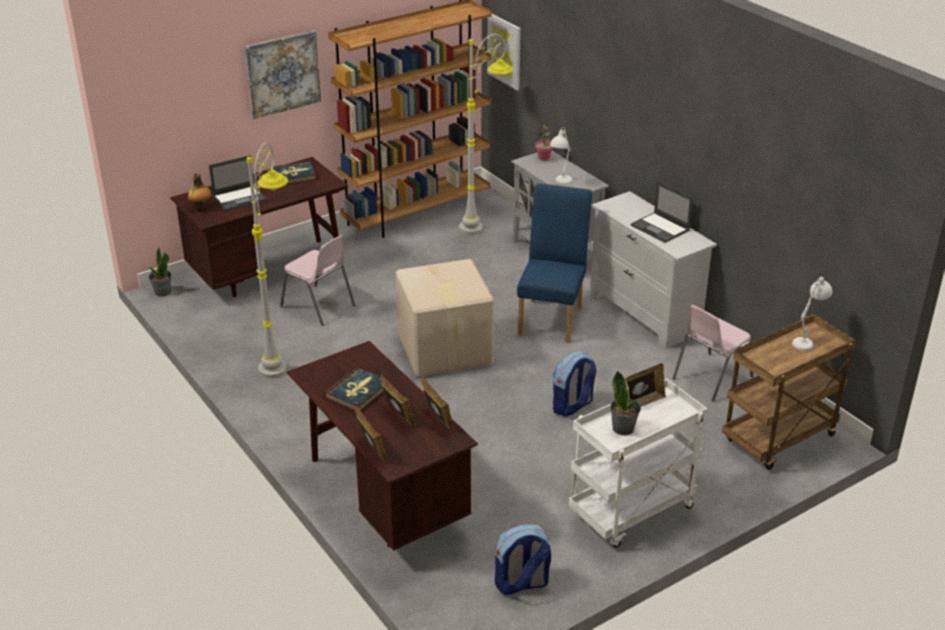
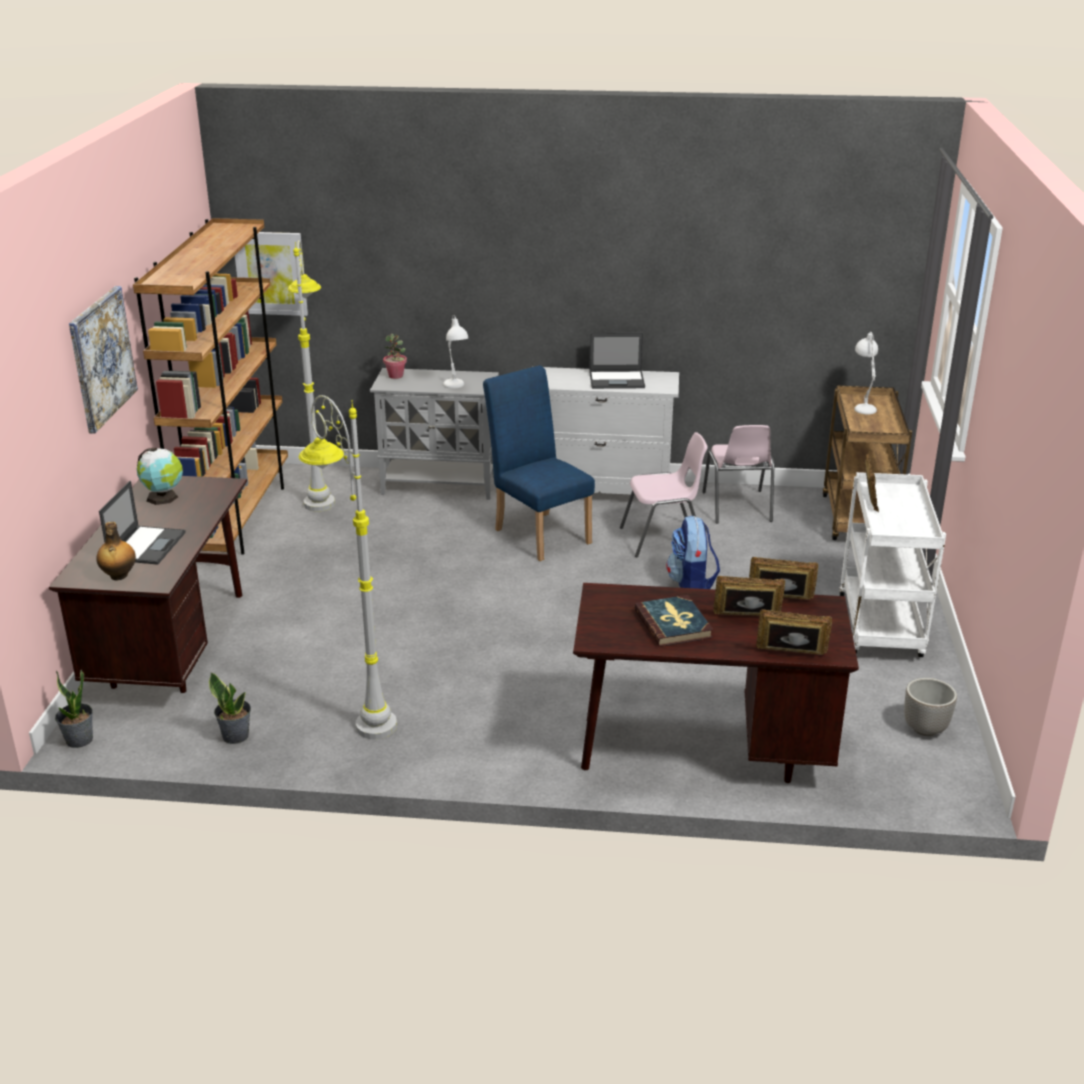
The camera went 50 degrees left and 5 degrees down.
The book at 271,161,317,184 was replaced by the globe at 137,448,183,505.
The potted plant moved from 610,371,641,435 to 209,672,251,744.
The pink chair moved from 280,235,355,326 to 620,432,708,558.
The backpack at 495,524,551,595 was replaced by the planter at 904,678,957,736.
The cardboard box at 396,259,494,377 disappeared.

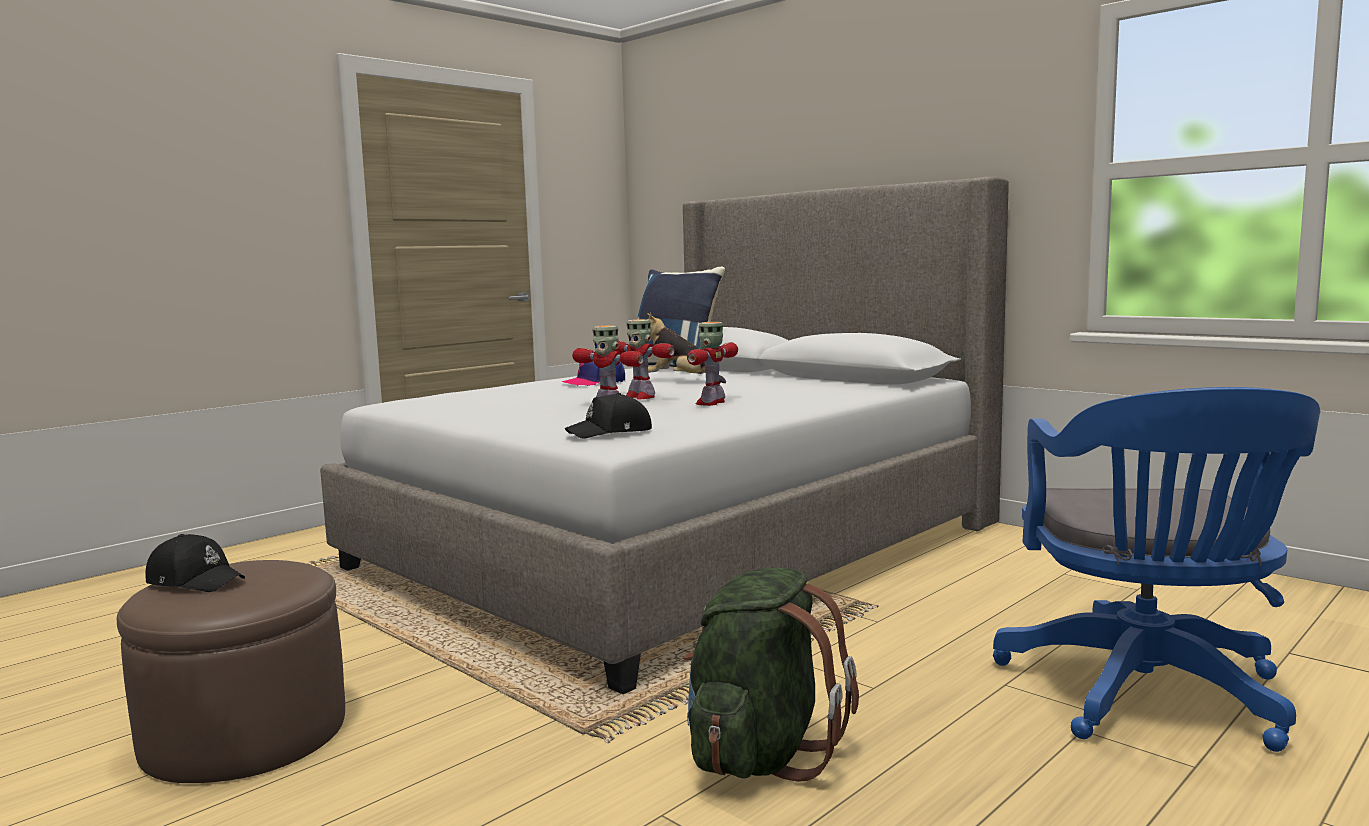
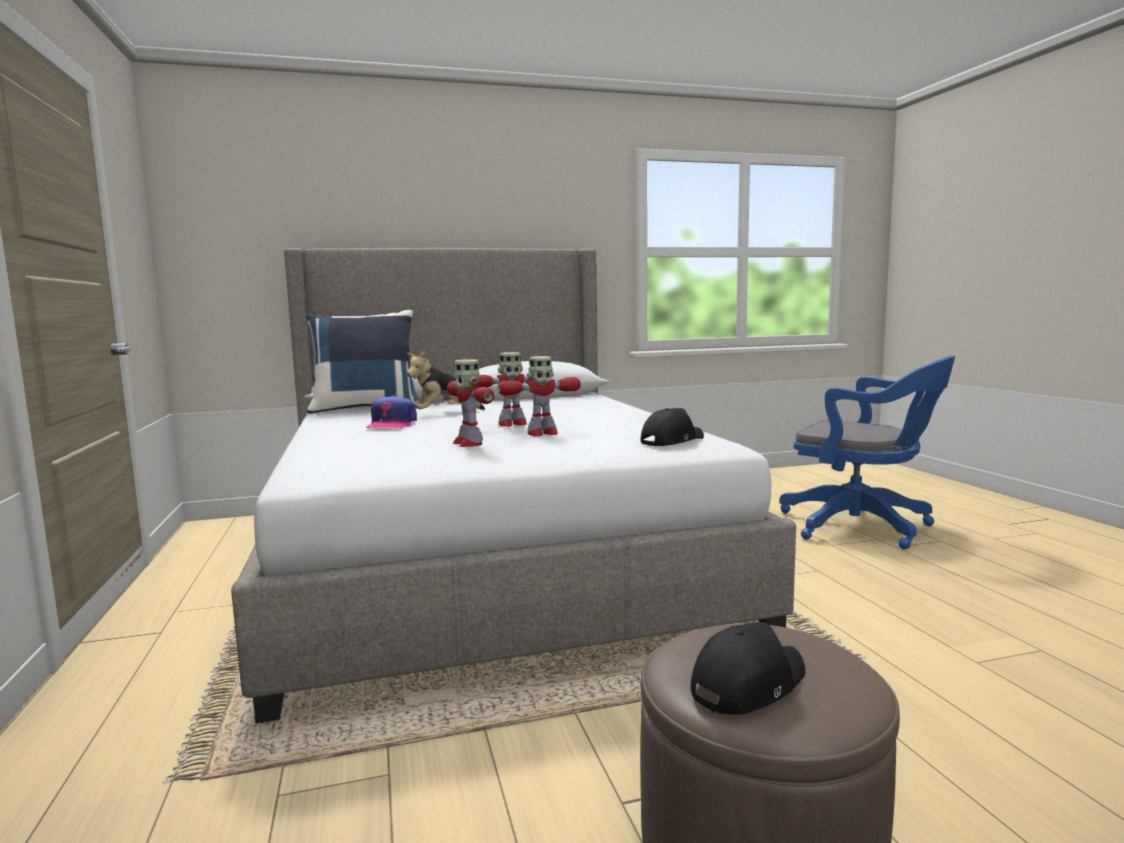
The camera went 60 degrees left and 0 degrees up.
The toy robot moved from 687,322,738,406 to 447,359,494,447.
The black cap at 565,393,652,439 turned 135 degrees counterclockwise.
The green backpack at 684,567,859,782 disappeared.

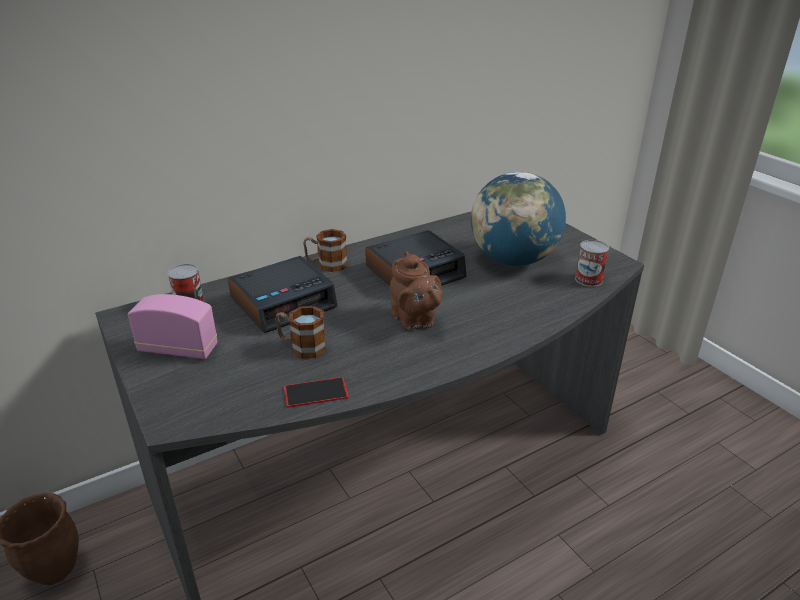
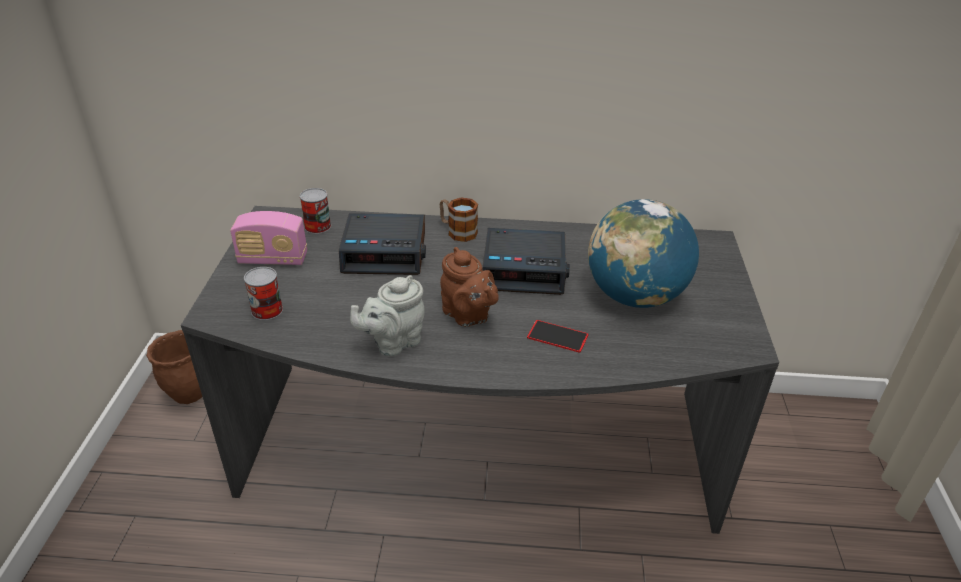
The camera went 35 degrees right and 5 degrees up.
The radio at 128,294,218,359 turned 135 degrees clockwise.
The can moved from 575,240,609,287 to 244,267,283,320.
The grey teapot at 350,275,425,356 appeared.
The brown teapot at 390,251,443,330 turned 45 degrees counterclockwise.
The phone moved from 284,377,349,407 to 527,320,589,353.
The mug at 275,306,326,359 disappeared.

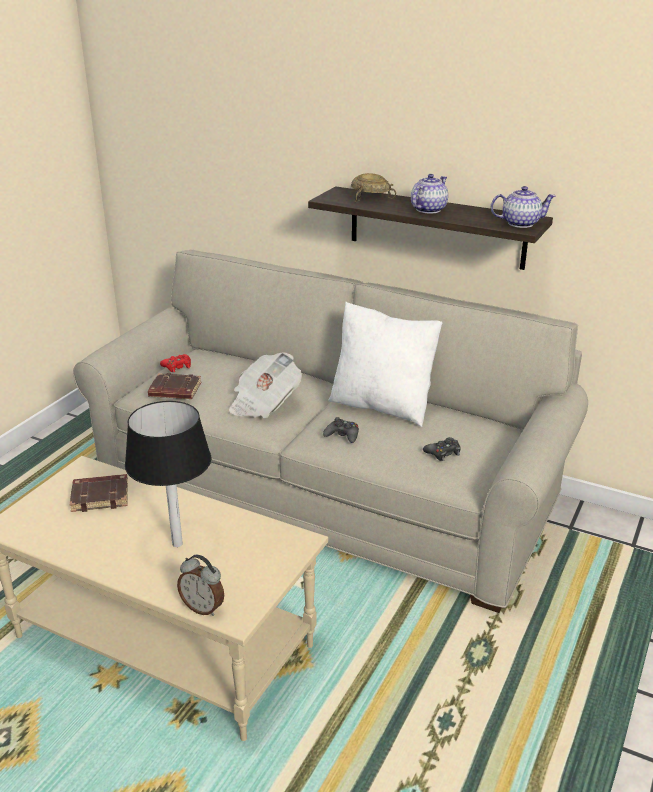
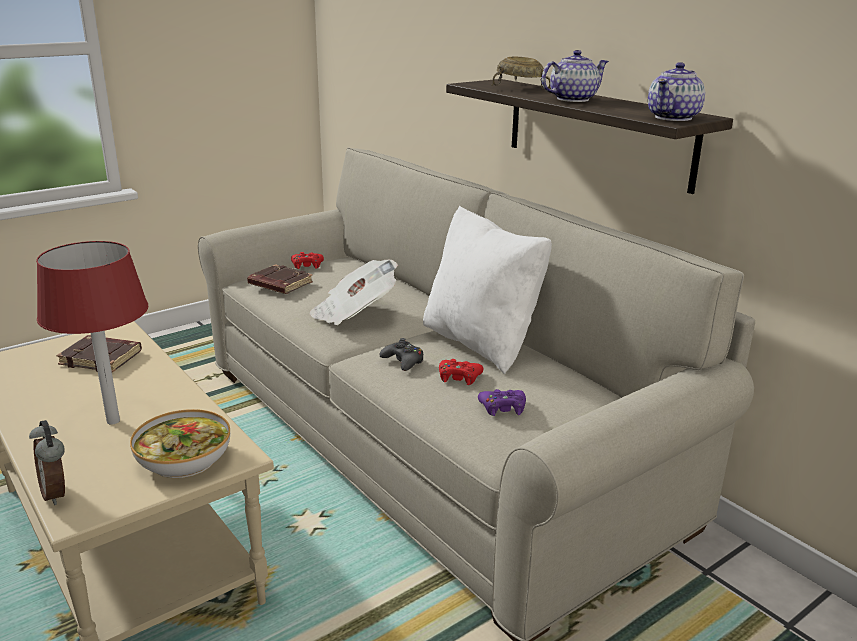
The camera went 25 degrees right and 5 degrees down.
The black table lamp at 125,401,211,547 became the red table lamp at 36,241,148,424.
The bowl at 130,409,230,478 appeared.
The red game controller at 439,359,483,385 appeared.
The black game controller at 423,437,461,461 became the purple game controller at 478,389,526,416.
The teapot at 490,186,556,228 turned 105 degrees clockwise.

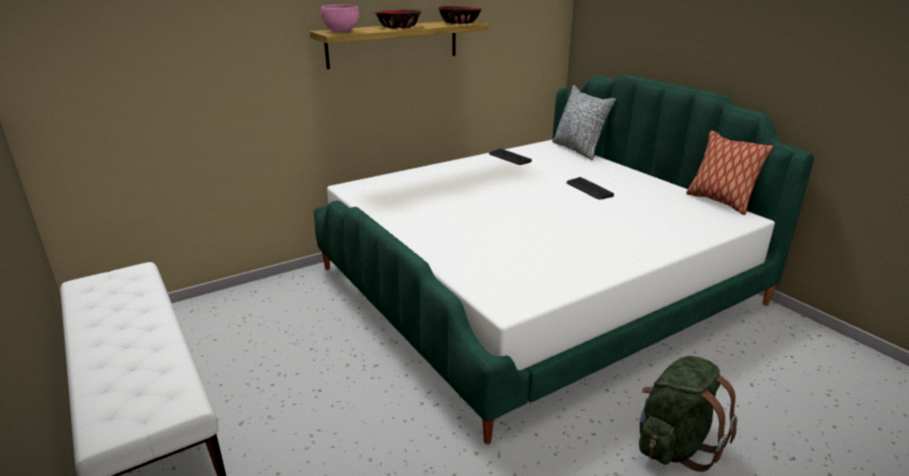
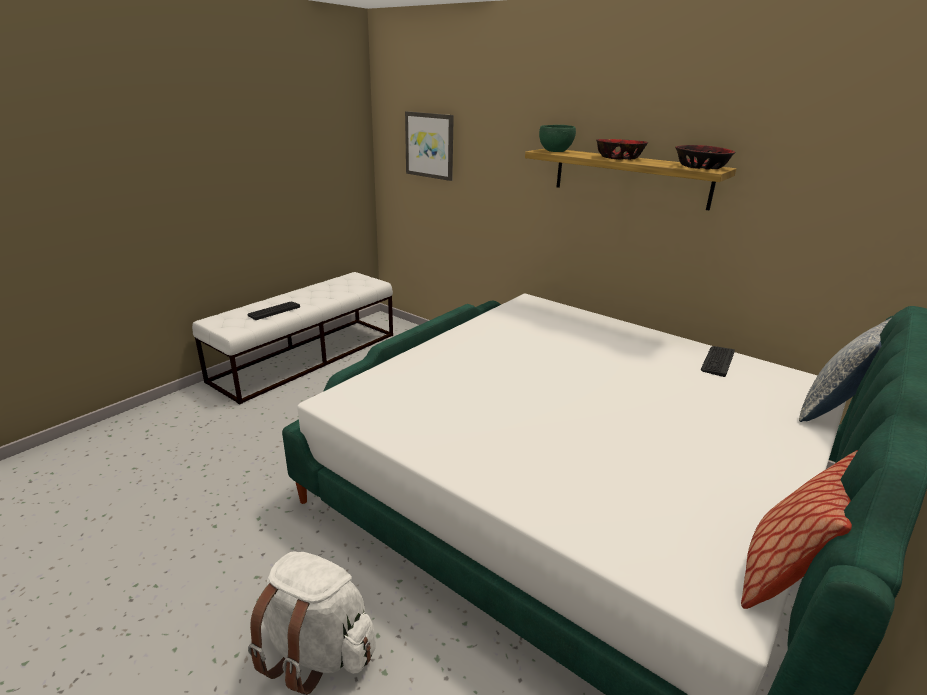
The camera went 70 degrees right and 0 degrees up.
The keyboard moved from 567,177,614,200 to 247,302,300,320.
The green backpack at 639,356,737,472 became the white backpack at 248,551,376,695.
The picture at 405,111,454,181 appeared.
The pink bowl at 321,5,359,33 became the green bowl at 539,125,576,152.

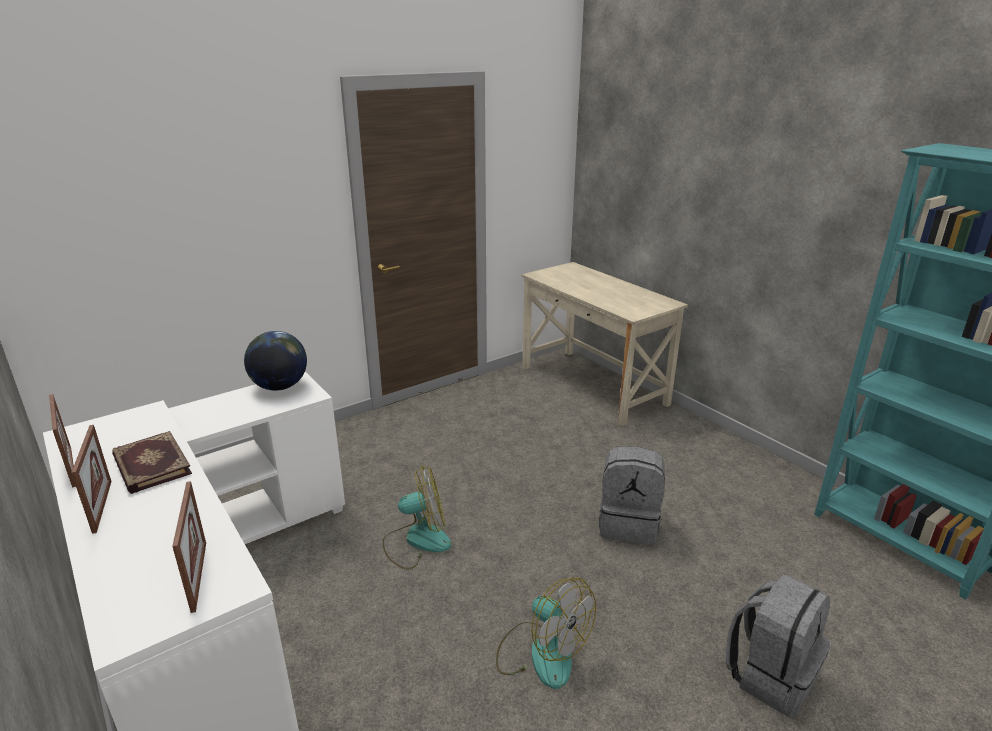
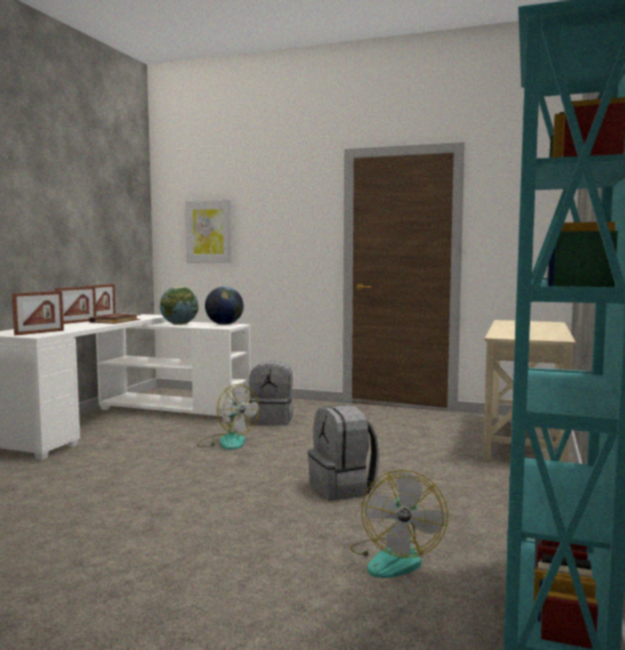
The camera went 55 degrees right and 20 degrees down.
The globe at 160,287,199,325 appeared.
The picture at 185,200,232,263 appeared.
The grey backpack moved from 726,574,831,718 to 249,361,293,425.
The fan moved from 496,577,596,689 to 350,470,448,578.

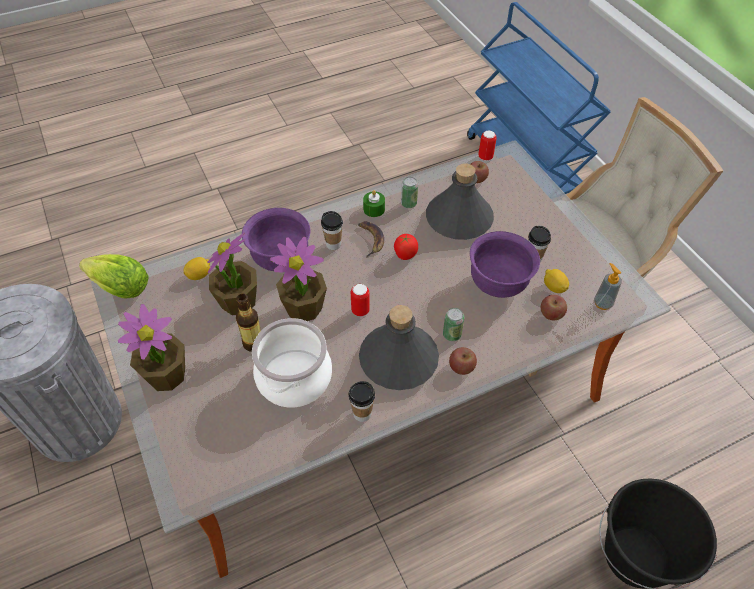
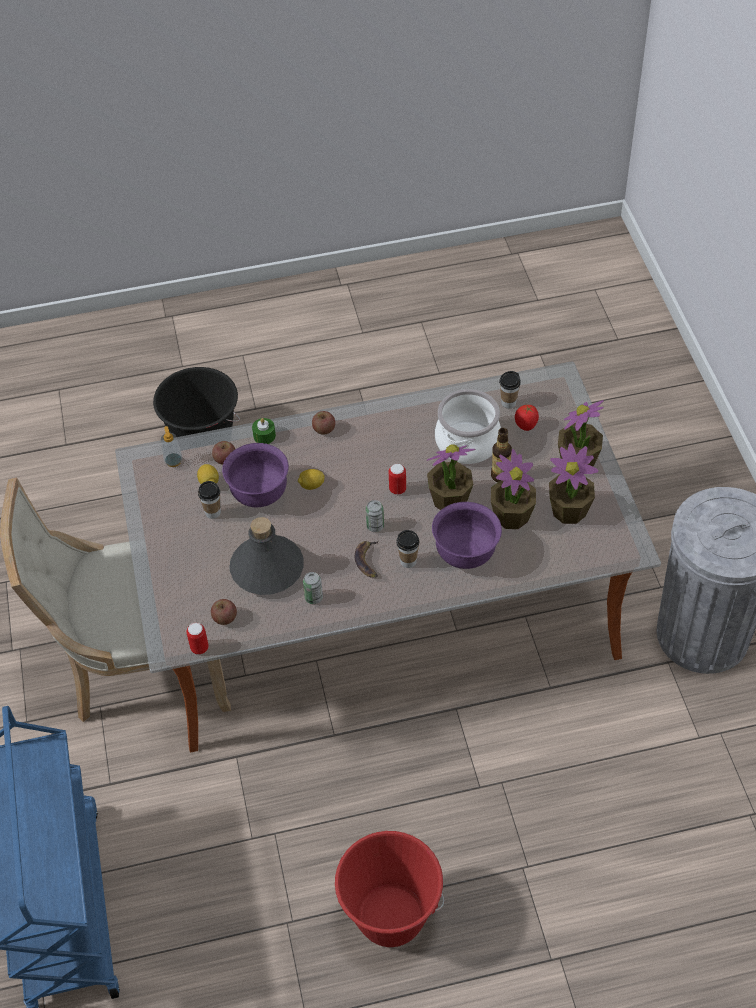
The camera went 165 degrees left and 0 degrees up.
The green candle moved from 363,190,385,217 to 252,418,276,444.
The lemon moved from 183,257,210,280 to 298,469,325,490.
The red bucket at 335,831,444,947 appeared.
The can moved from 443,308,464,341 to 366,500,384,532.
The cup moved from 348,381,375,422 to 499,371,521,409.
The tomato moved from 394,234,418,260 to 515,405,539,431.
The potted plant at 549,443,598,524 appeared.
The lettuce at 79,254,148,299 disappeared.
The grey bottle at 359,305,439,390 disappeared.

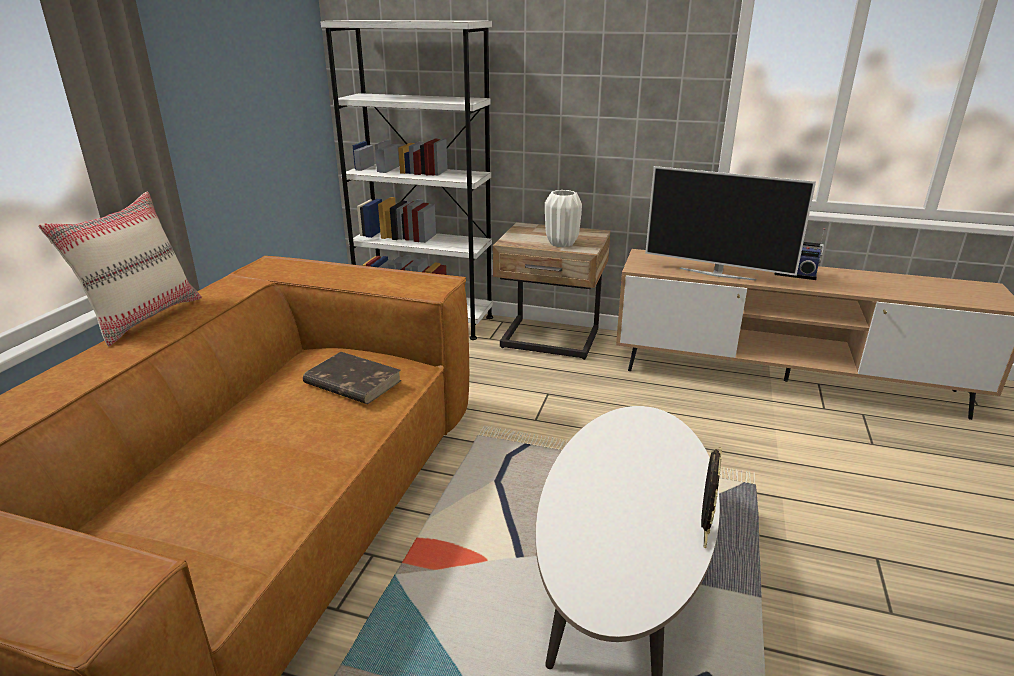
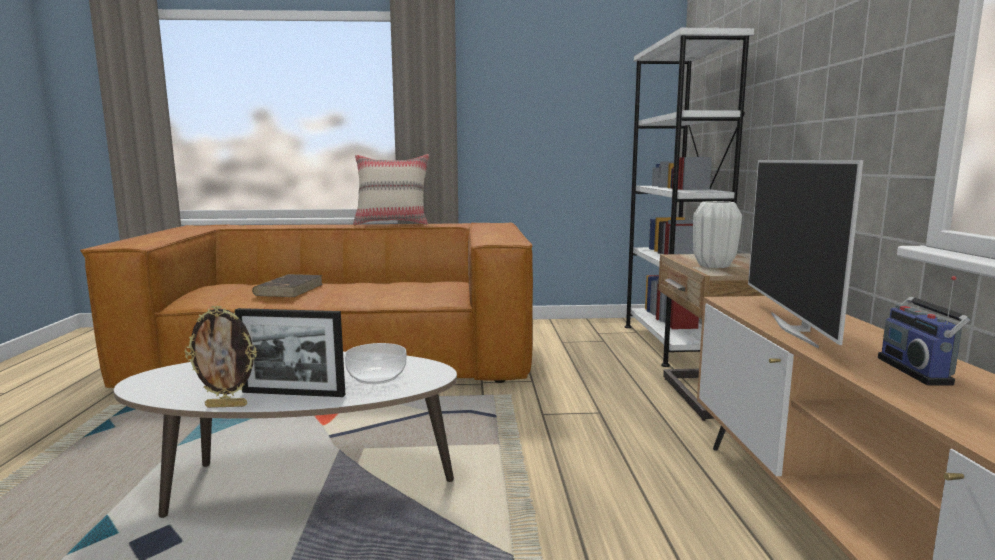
The camera went 70 degrees right and 15 degrees down.
The picture frame at 235,308,345,397 appeared.
The brown book moved from 303,352,402,404 to 252,274,323,297.
The bowl at 345,343,406,384 appeared.

